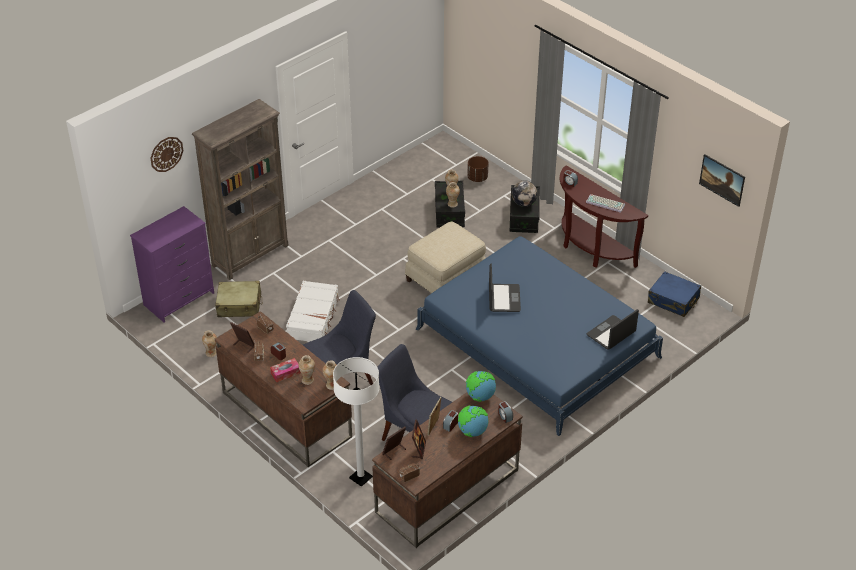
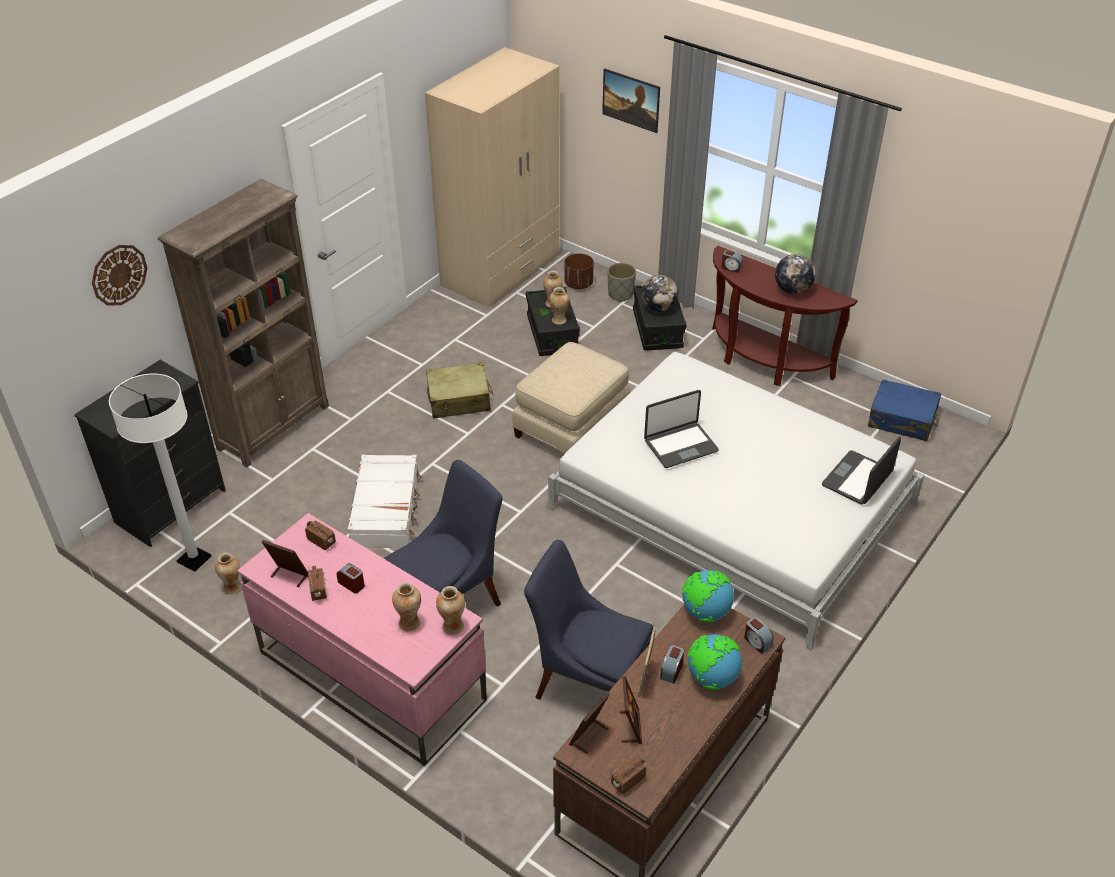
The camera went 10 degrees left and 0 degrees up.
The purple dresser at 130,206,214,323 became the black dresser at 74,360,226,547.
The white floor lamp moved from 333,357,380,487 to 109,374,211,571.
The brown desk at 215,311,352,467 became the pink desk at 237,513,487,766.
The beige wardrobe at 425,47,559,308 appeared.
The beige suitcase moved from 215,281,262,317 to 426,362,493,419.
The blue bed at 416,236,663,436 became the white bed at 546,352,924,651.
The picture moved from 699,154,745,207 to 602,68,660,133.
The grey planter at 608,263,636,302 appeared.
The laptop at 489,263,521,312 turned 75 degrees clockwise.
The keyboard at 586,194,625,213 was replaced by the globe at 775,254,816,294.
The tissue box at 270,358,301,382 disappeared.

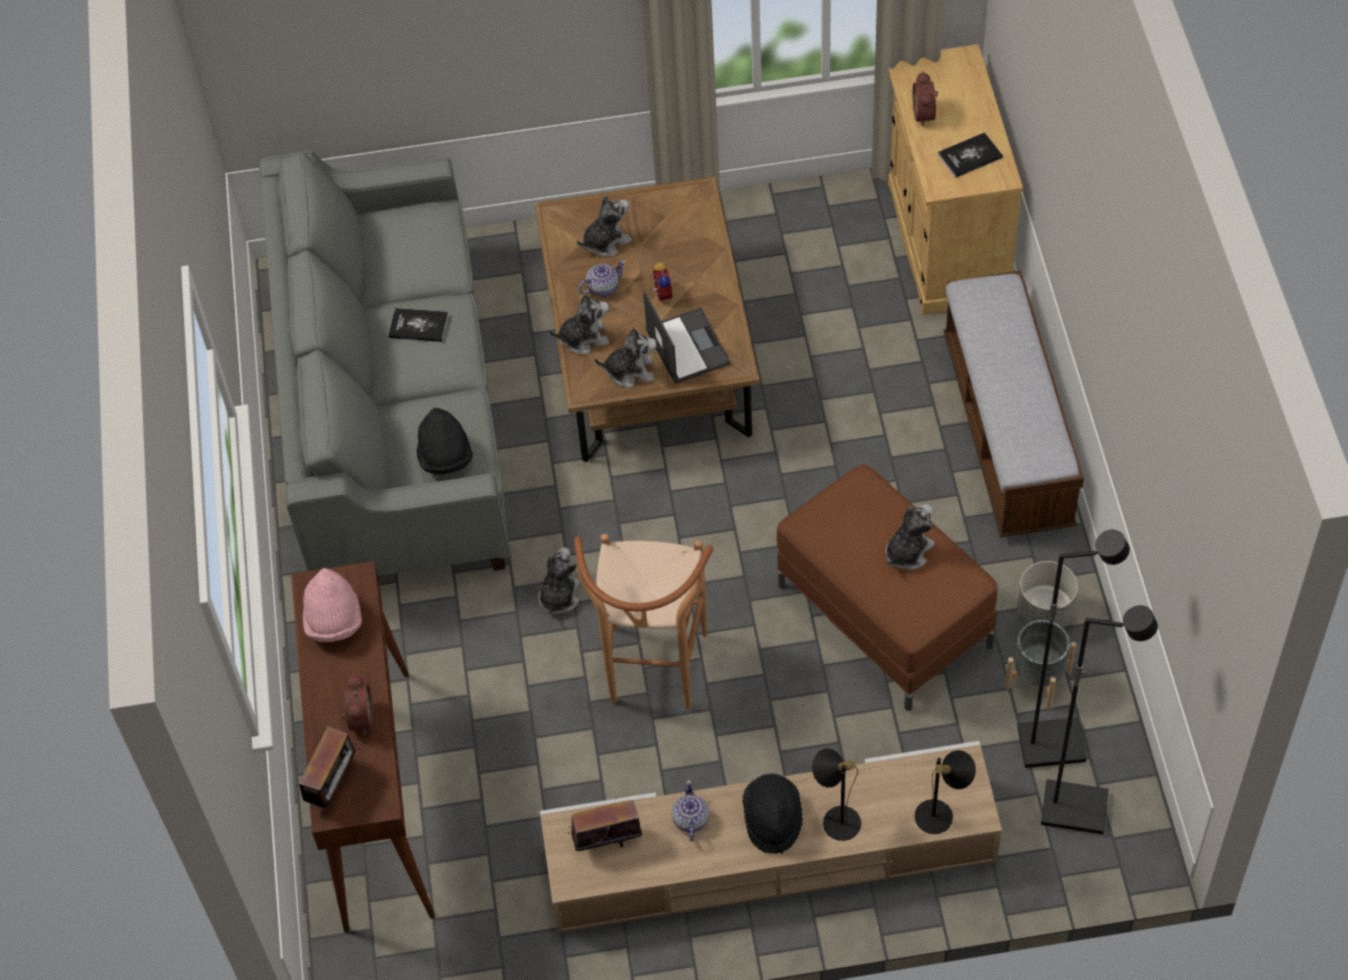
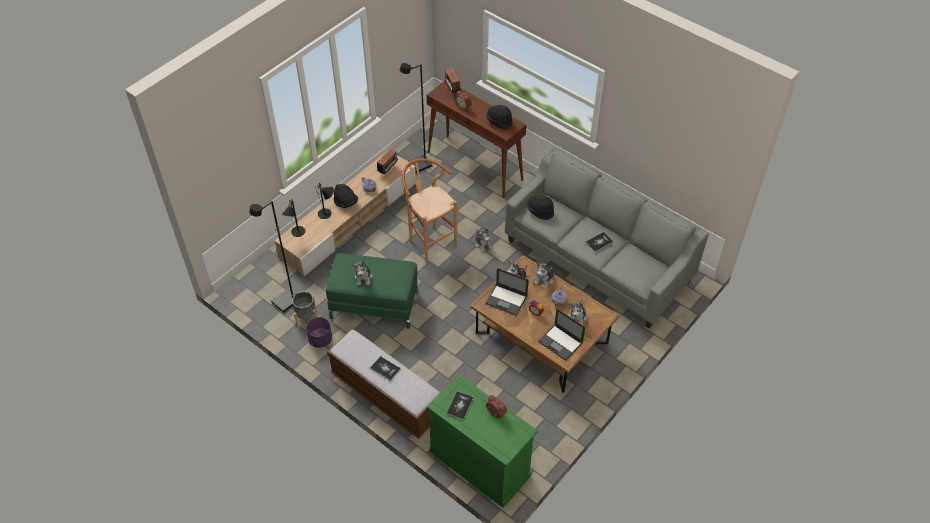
The camera went 135 degrees right and 5 degrees down.
The grey planter at 1017,561,1078,628 became the purple planter at 306,317,332,348.
The brown ottoman at 777,464,997,711 became the green ottoman at 326,253,418,329.
The book at 370,356,401,381 appeared.
The black floor lamp moved from 1041,605,1158,834 to 400,63,433,173.
The beige cabinet at 887,44,1023,314 became the green cabinet at 427,375,538,508.
The pink hat at 303,568,362,642 became the black hat at 487,105,513,129.
The laptop at 538,309,585,361 appeared.

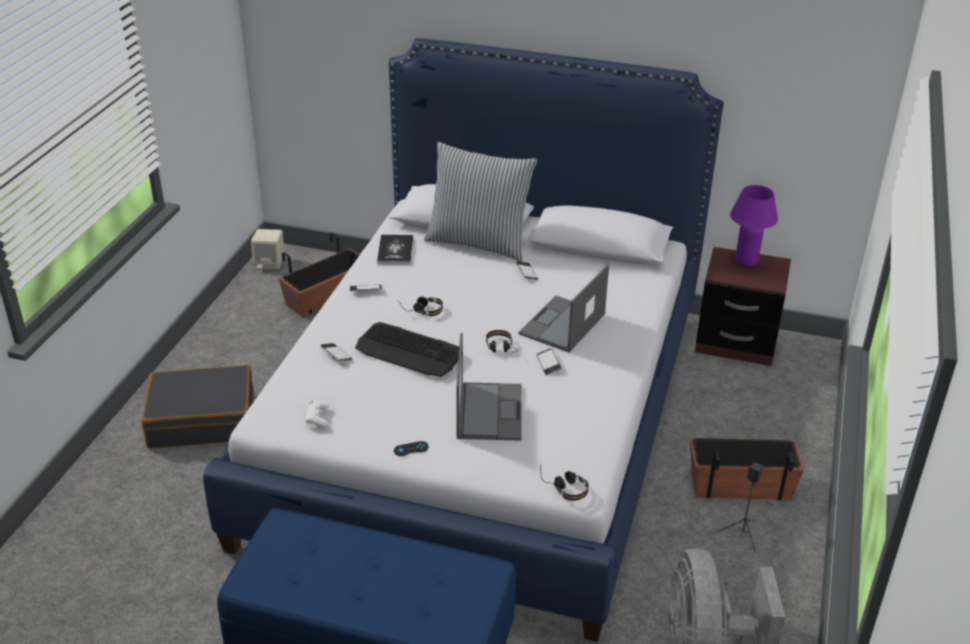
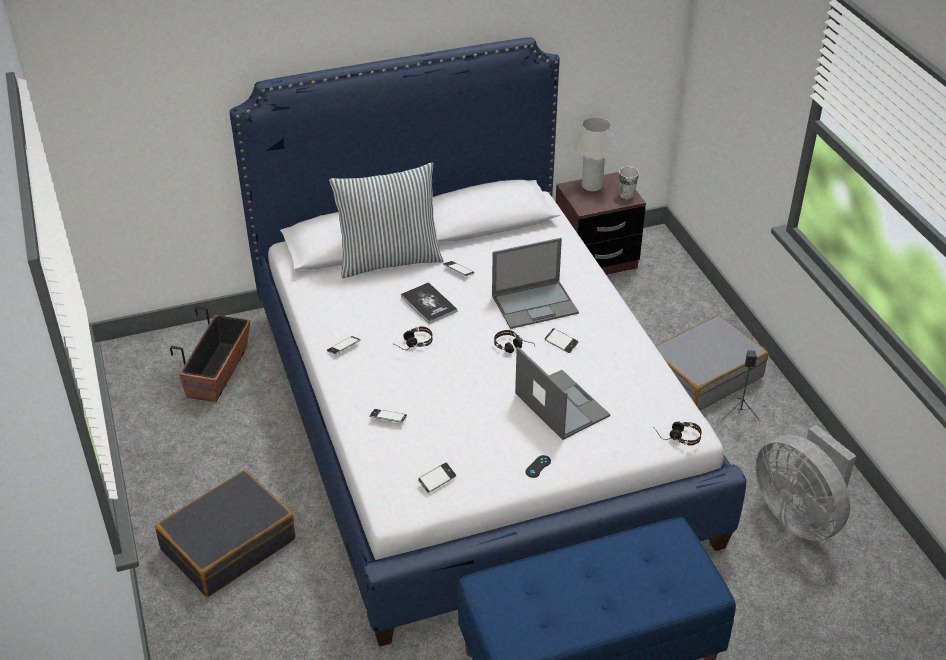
The camera went 35 degrees left and 5 degrees up.
The book moved from 377,234,413,265 to 401,282,458,324.
The white game controller at 305,401,329,427 was replaced by the phone at 418,463,456,493.
The laptop at 518,264,609,352 turned 105 degrees counterclockwise.
The purple table lamp at 730,185,778,266 became the white table lamp at 573,117,617,191.
The cup at 619,167,639,199 appeared.
The planter at 690,437,804,500 was replaced by the grey suitcase at 655,315,768,410.
The beige speaker at 251,229,284,269 disappeared.
The keyboard at 355,322,459,377 disappeared.

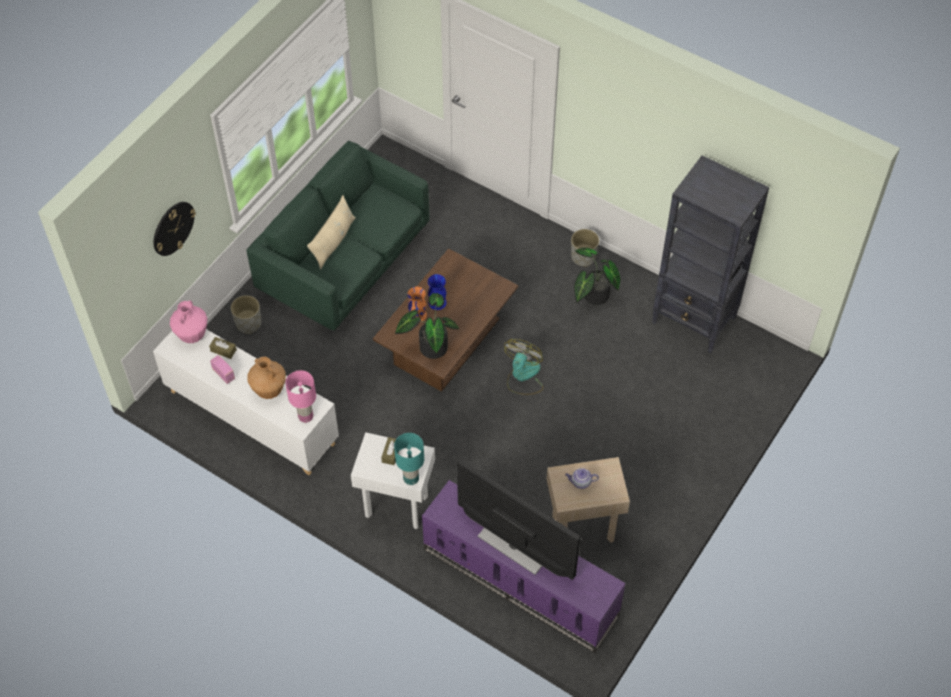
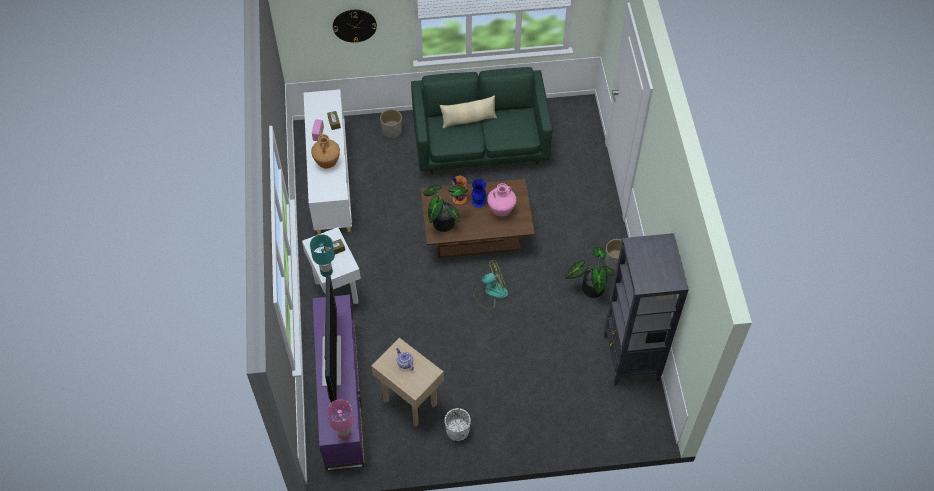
The camera went 50 degrees right and 0 degrees up.
The pink table lamp moved from 285,370,316,423 to 327,399,354,440.
The white planter at 445,408,471,441 appeared.
The pink vase moved from 170,300,207,343 to 487,183,516,217.

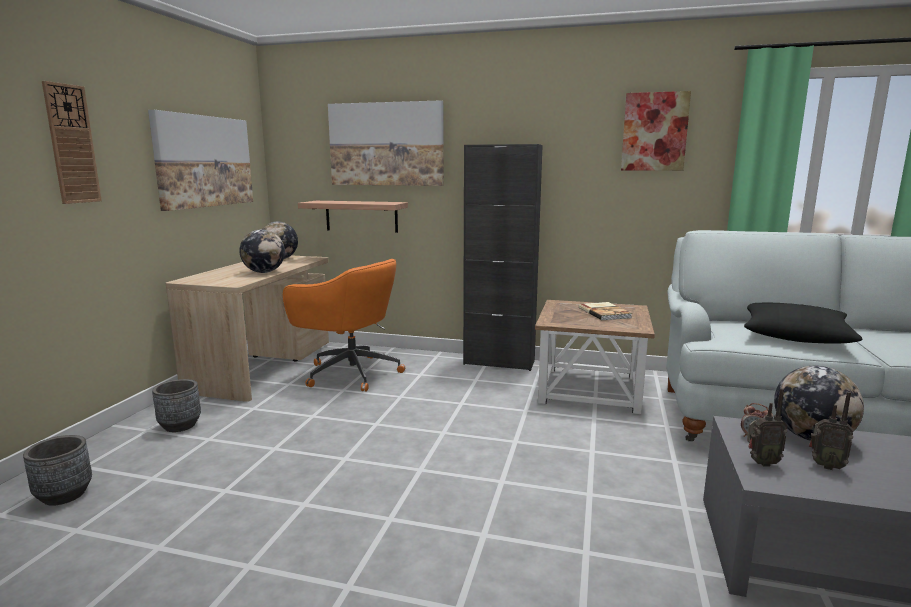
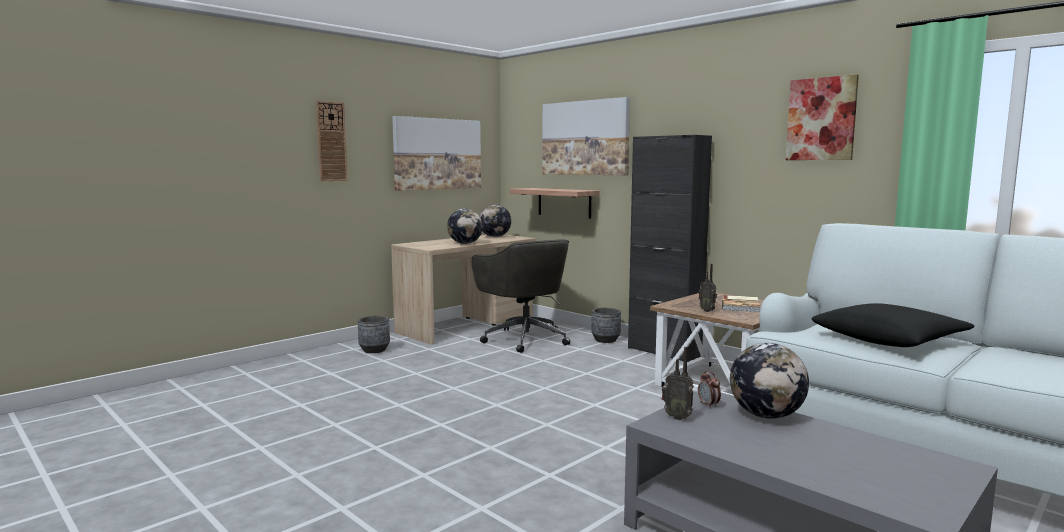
The camera went 30 degrees right and 5 degrees down.
The orange office chair at 283,259,405,392 became the grey office chair at 472,239,570,353.
The grey planter moved from 23,435,92,506 to 591,307,621,343.
The radio moved from 809,392,853,470 to 699,264,717,312.

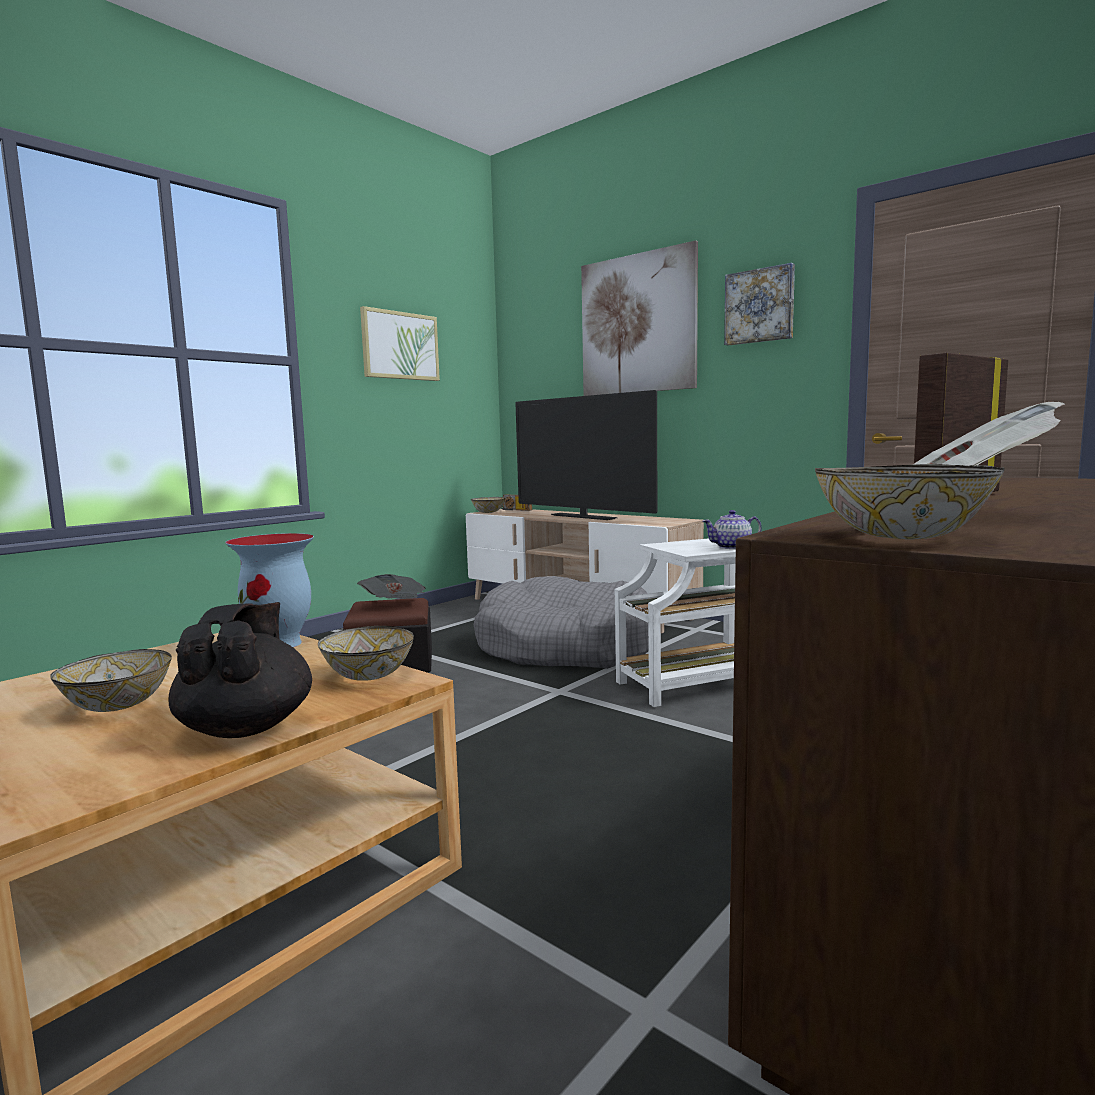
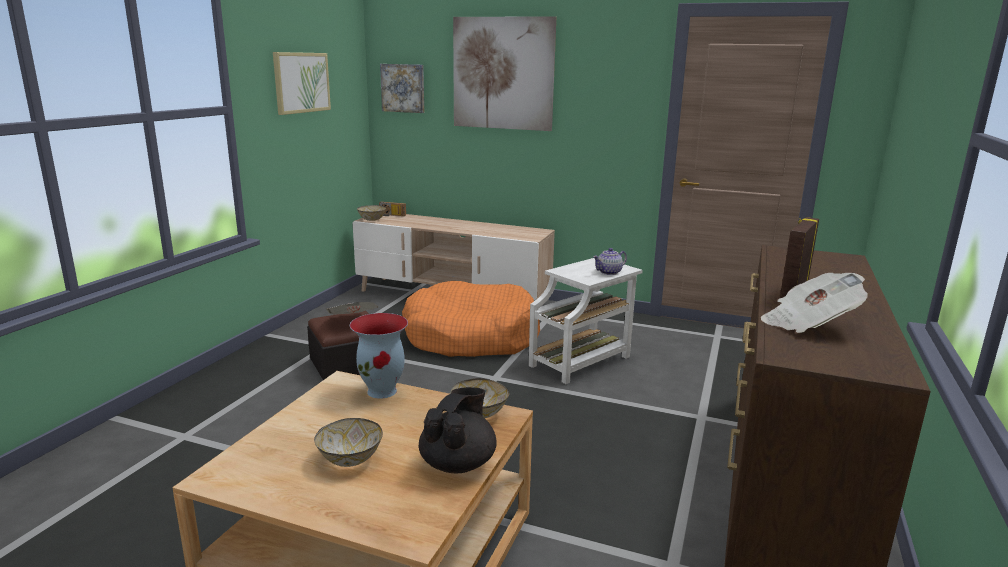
The camera went 20 degrees left and 10 degrees up.
The picture moved from 724,263,795,346 to 380,64,424,113.
The grey dog bed at 474,576,649,669 became the orange dog bed at 402,281,540,357.
The black teapot at 169,602,312,738 turned 45 degrees clockwise.
The television at 515,390,657,520 disappeared.
The bowl at 815,464,1005,539 disappeared.

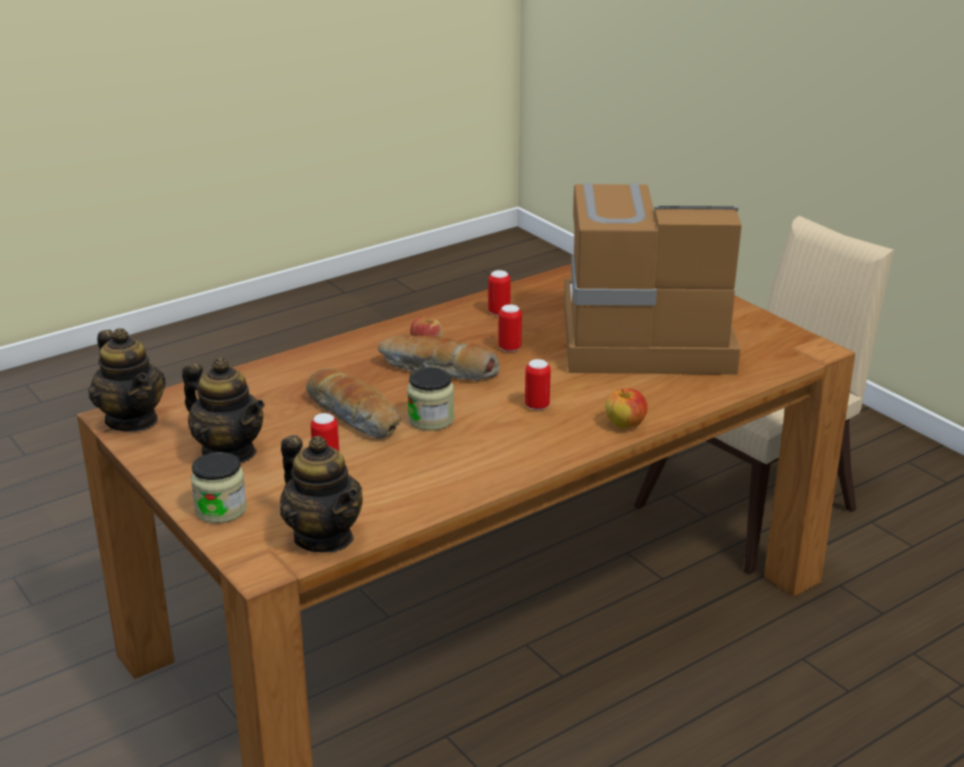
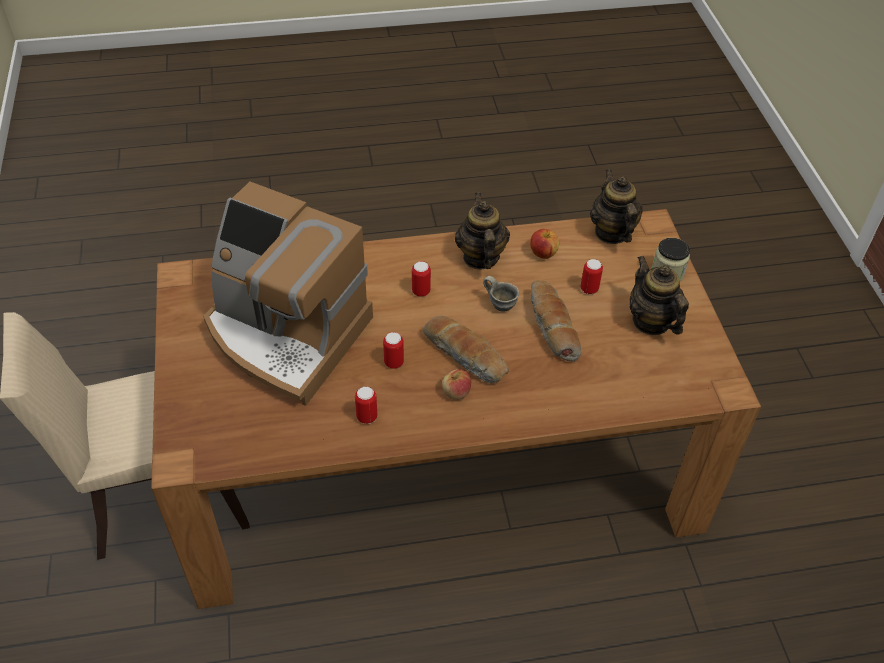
The camera went 155 degrees left and 20 degrees up.
The teapot moved from 88,328,166,432 to 455,193,510,269.
The jar at 407,367,454,431 was replaced by the grey mug at 483,276,519,311.
The apple moved from 605,388,648,429 to 530,229,559,259.

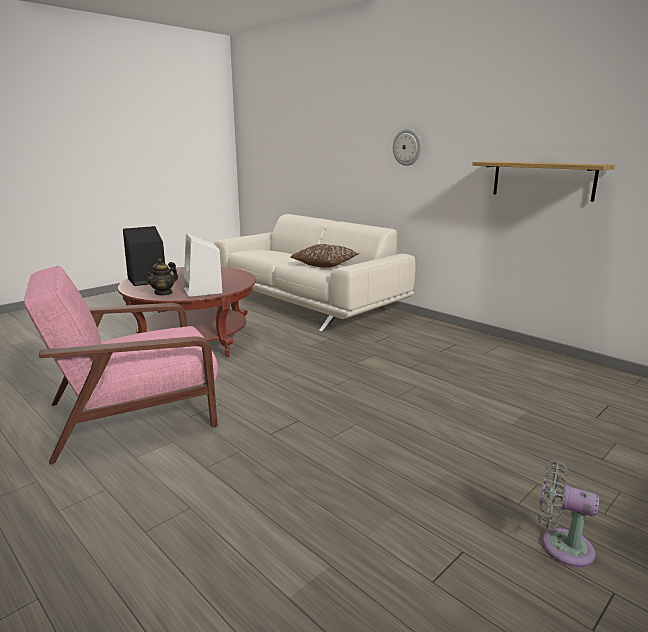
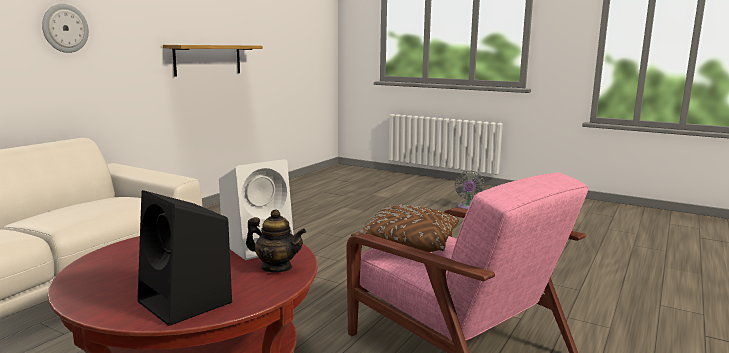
The camera went 105 degrees left and 5 degrees down.
The brown pillow moved from 290,244,360,267 to 351,205,459,252.

